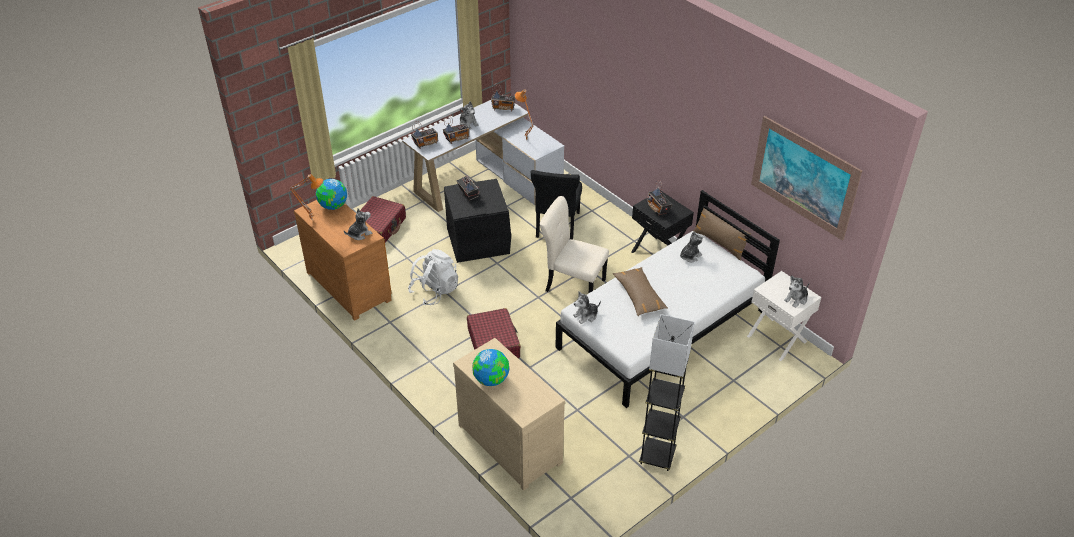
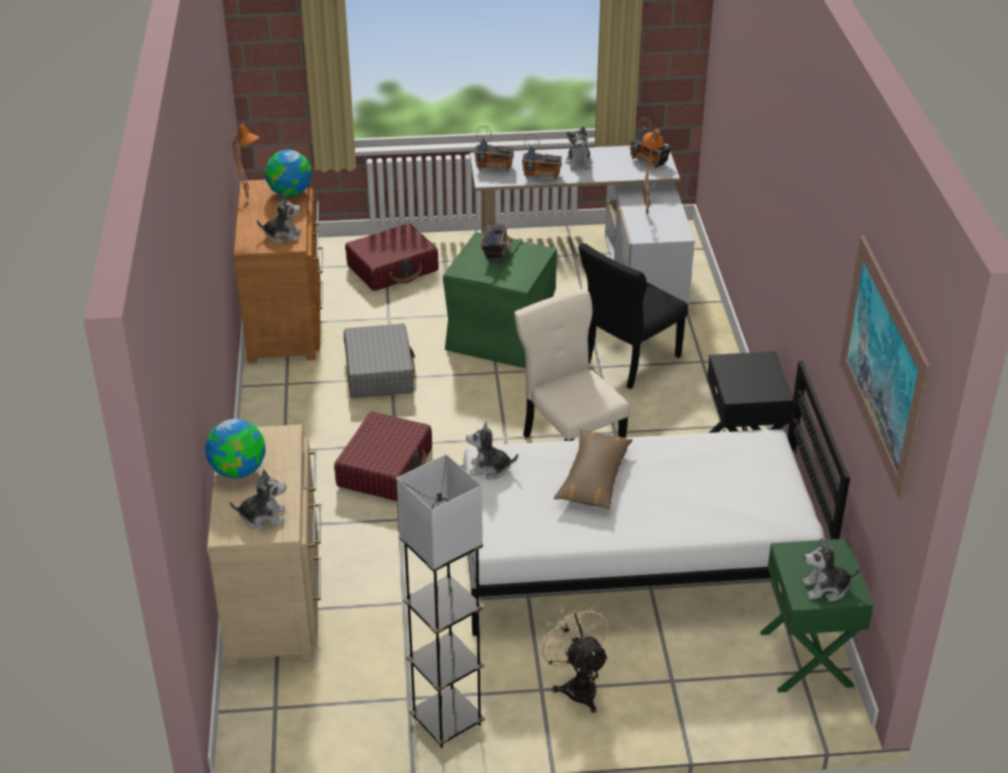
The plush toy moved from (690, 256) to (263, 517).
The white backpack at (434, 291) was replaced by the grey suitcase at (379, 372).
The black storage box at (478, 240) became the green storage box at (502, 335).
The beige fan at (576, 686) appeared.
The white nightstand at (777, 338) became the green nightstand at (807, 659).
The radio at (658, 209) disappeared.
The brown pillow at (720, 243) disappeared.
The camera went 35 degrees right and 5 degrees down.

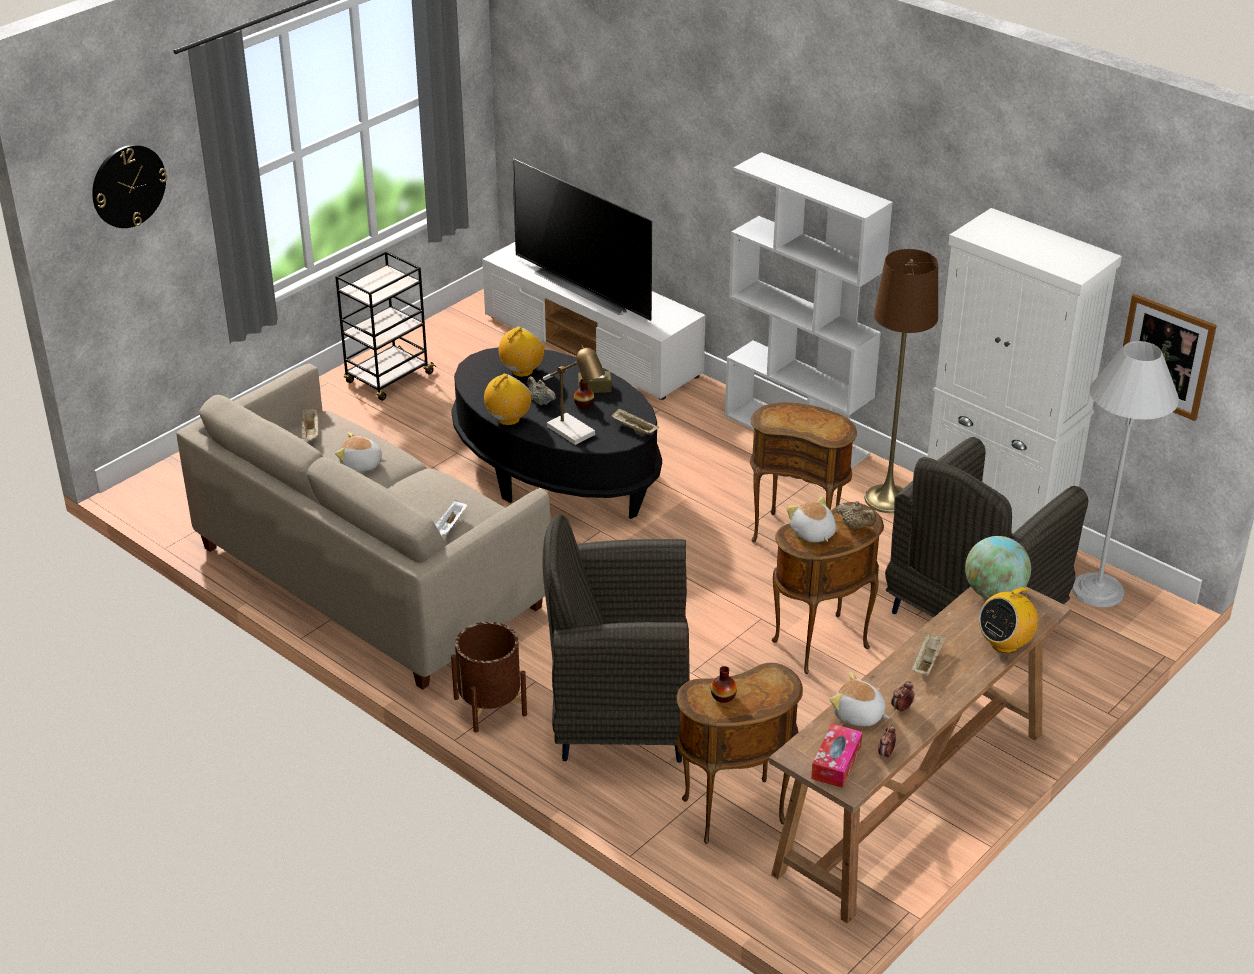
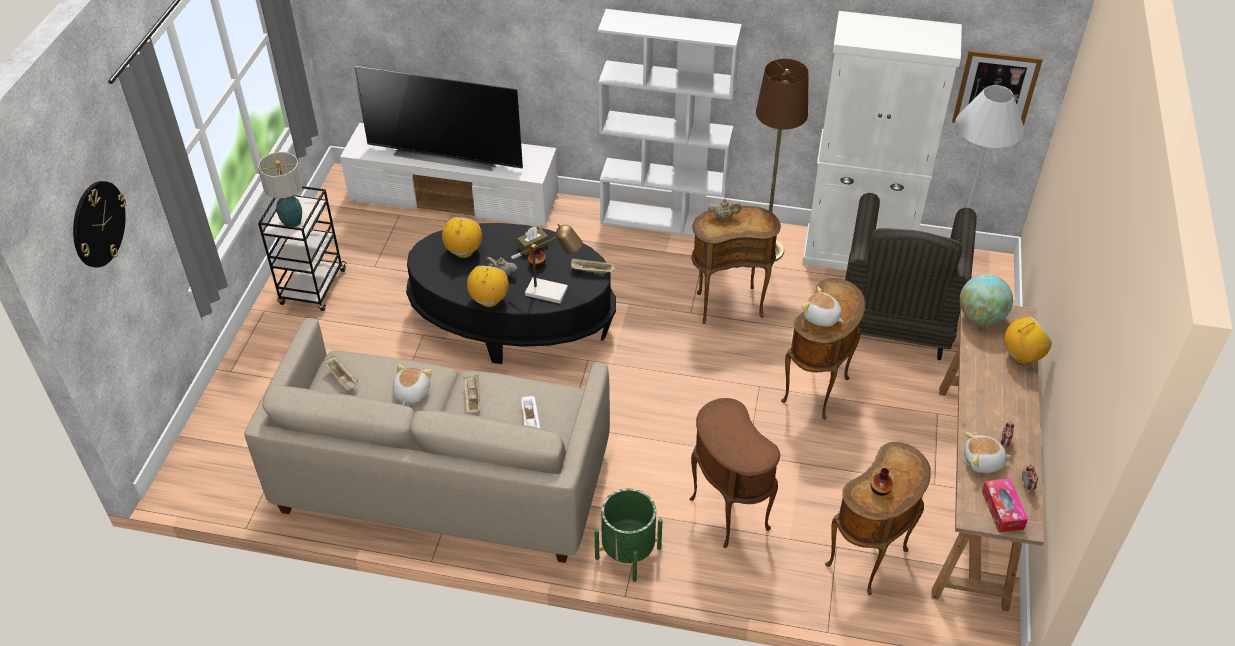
The table lamp at (292, 222) appeared.
The plush toy at (361, 465) turned 120 degrees clockwise.
The beige tray moved from (927, 661) to (472, 399).
The brown planter at (490, 706) became the green planter at (628, 553).
The grey armchair at (619, 715) was replaced by the brown side table at (726, 515).
The beige teapot moved from (855, 526) to (723, 216).
The radio at (1005, 644) turned 135 degrees counterclockwise.
The camera went 30 degrees left and 10 degrees up.

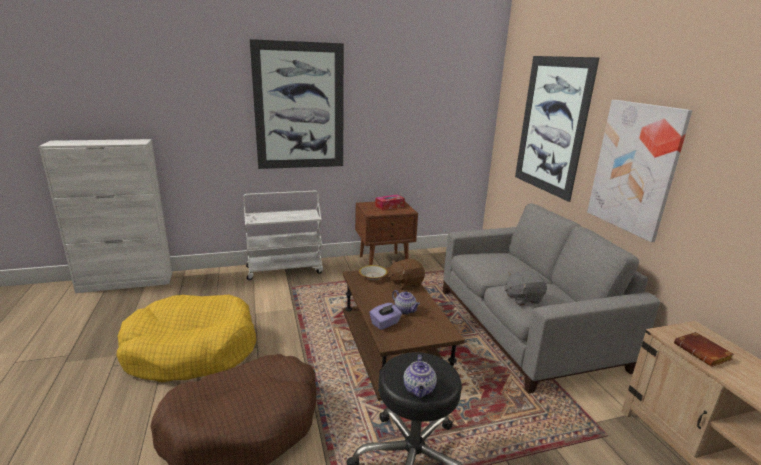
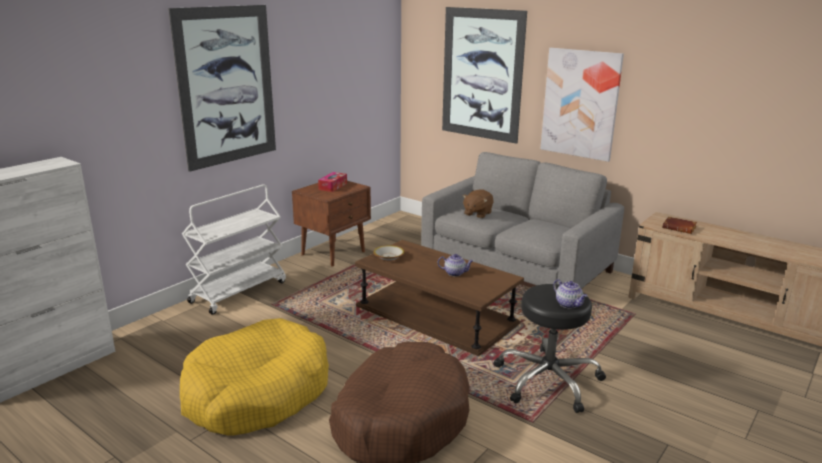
The brown plush toy moved from (405, 283) to (477, 213).
The purple tissue box at (385, 323) disappeared.
The grey plush toy at (522, 298) disappeared.
The camera went 35 degrees left and 0 degrees up.

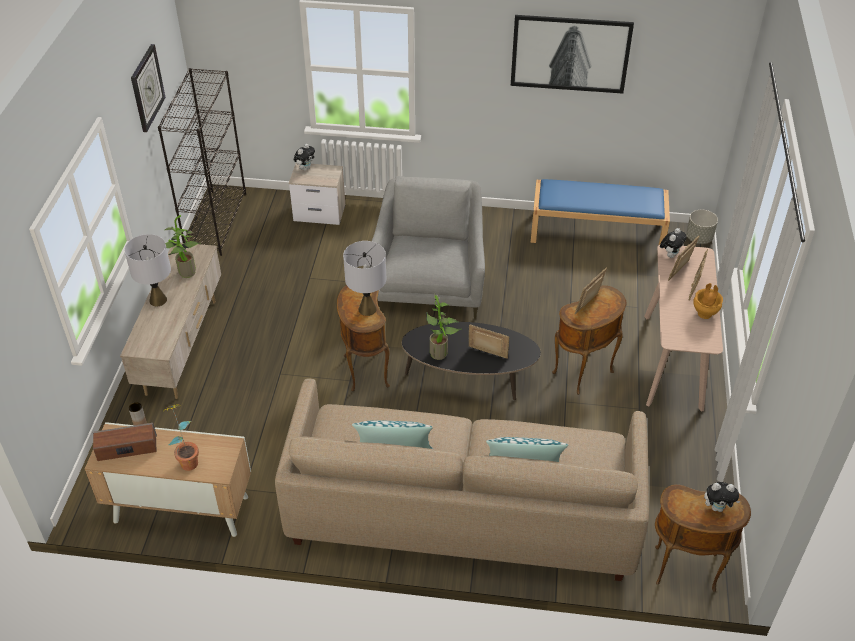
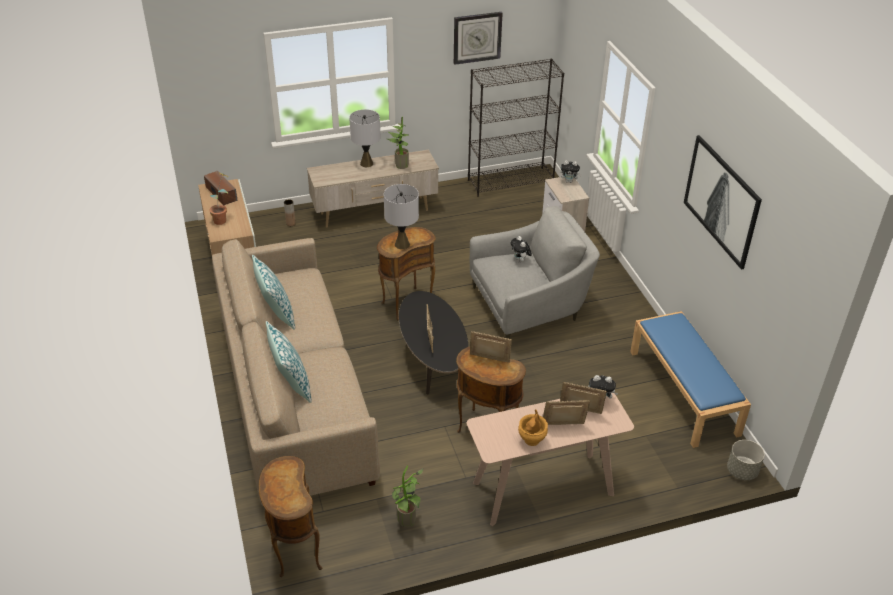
The potted plant moved from (441, 353) to (408, 522).
The plush toy moved from (717, 507) to (520, 261).
The camera went 65 degrees right and 5 degrees down.

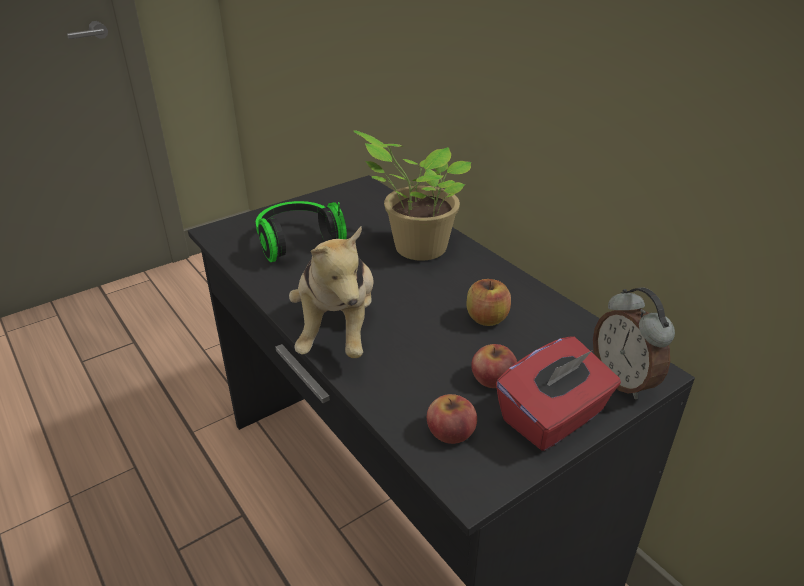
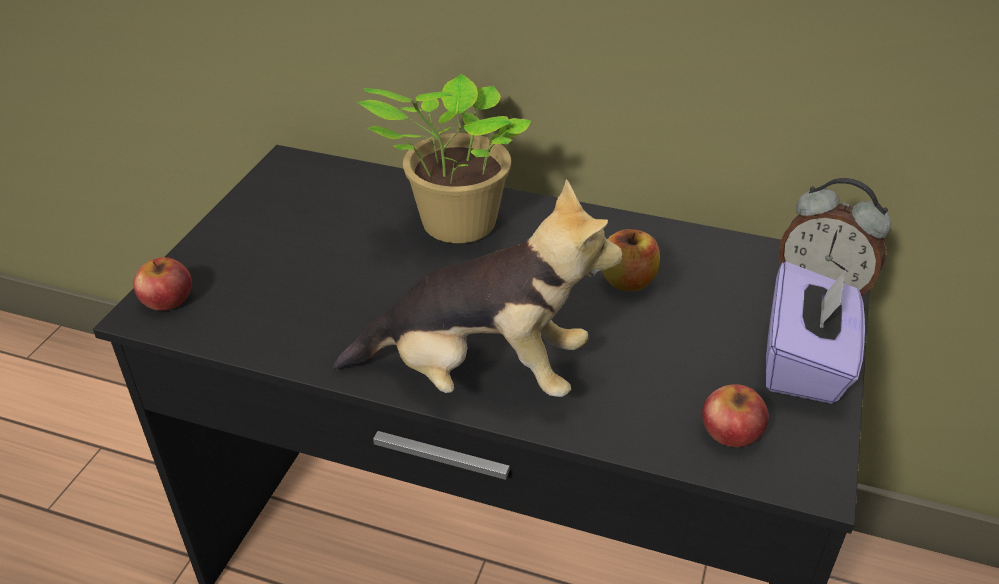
The apple moved from (493, 378) to (167, 299).
The plush toy at (338, 329) turned 45 degrees counterclockwise.
The red tissue box at (553, 418) became the purple tissue box at (805, 363).
The headphones at (297, 241) disappeared.
The camera went 35 degrees left and 5 degrees up.

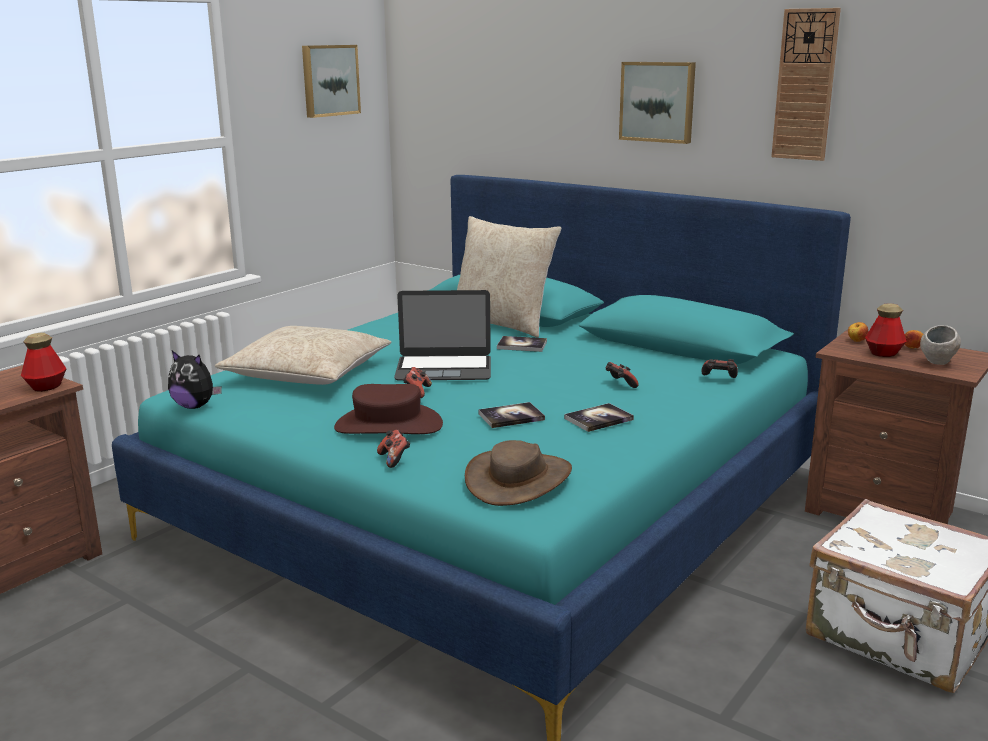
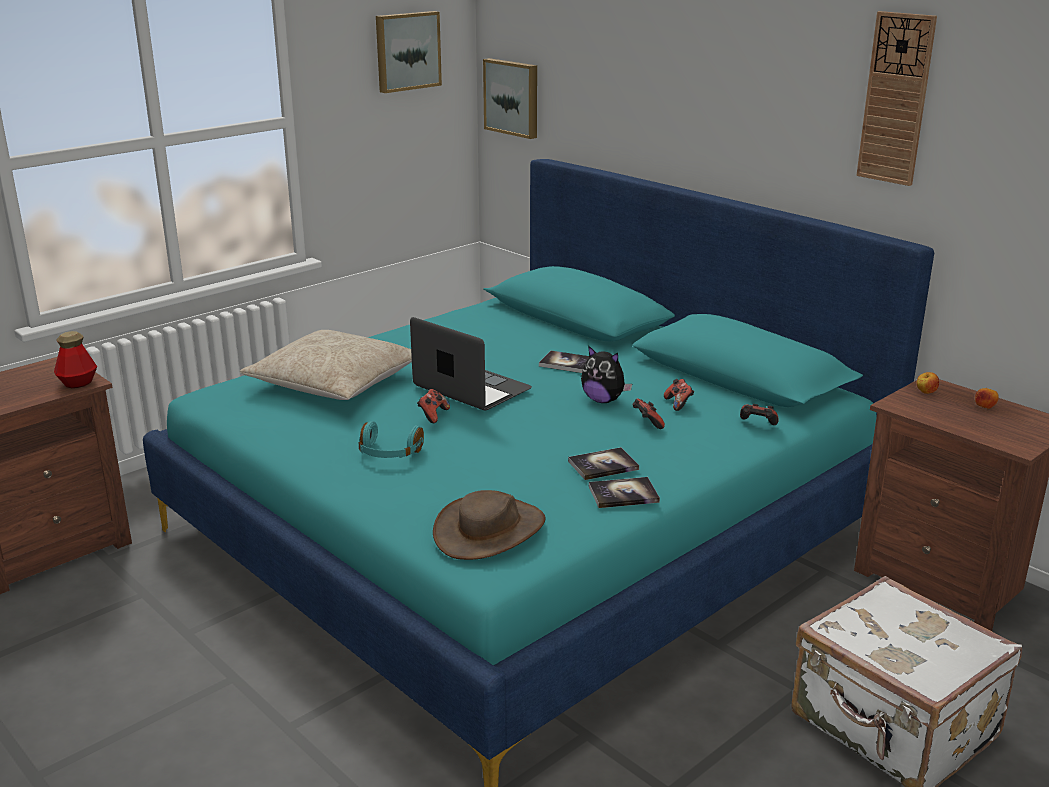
The brown hat at (388, 426) was replaced by the turquoise headphones at (389, 453).
The laptop at (444, 368) turned 150 degrees counterclockwise.
The picture moved from (658, 101) to (513, 97).
The plush toy moved from (195, 406) to (603, 400).
The book moved from (511, 417) to (623, 494).
The game controller moved from (394, 459) to (678, 404).
The beige pillow at (502, 324) disappeared.
The bottle at (883, 353) disappeared.
The grey bowl at (937, 364) disappeared.
The camera went 10 degrees right and 5 degrees up.

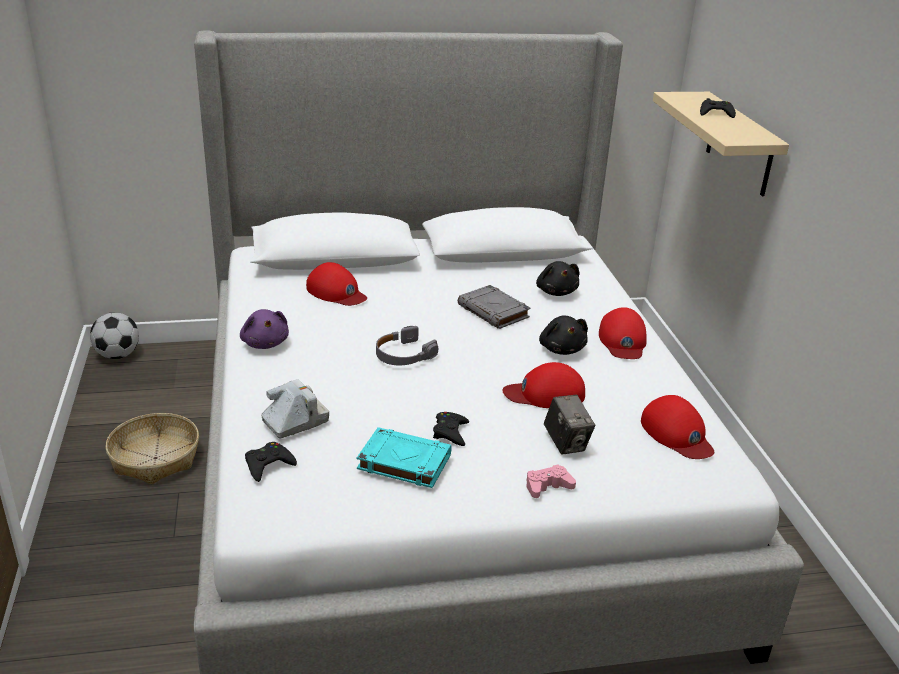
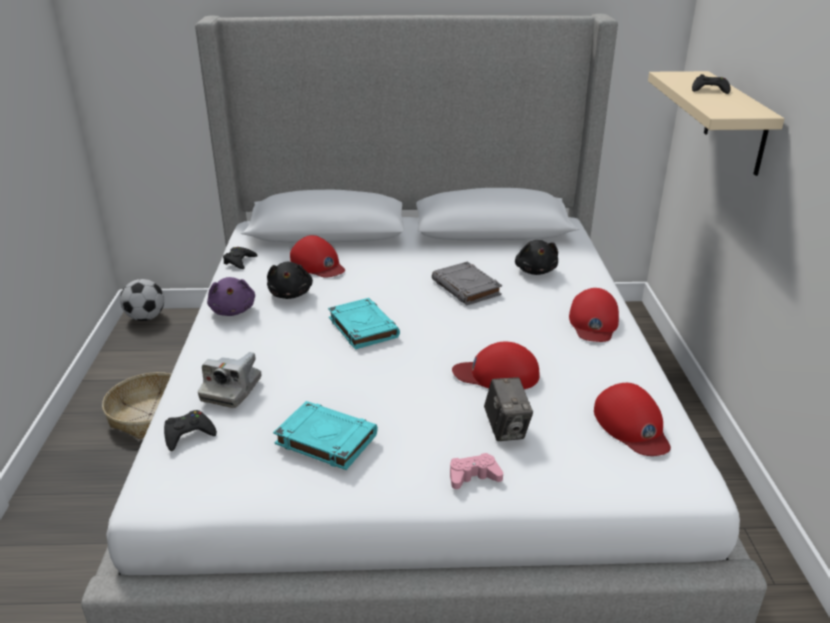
The photo camera at (295, 421) turned 135 degrees clockwise.
The black game controller moved from (450, 432) to (239, 261).
The black plush toy moved from (561, 348) to (291, 294).
The grey headphones at (403, 355) was replaced by the turquoise book at (362, 327).
The camera went 10 degrees right and 0 degrees up.

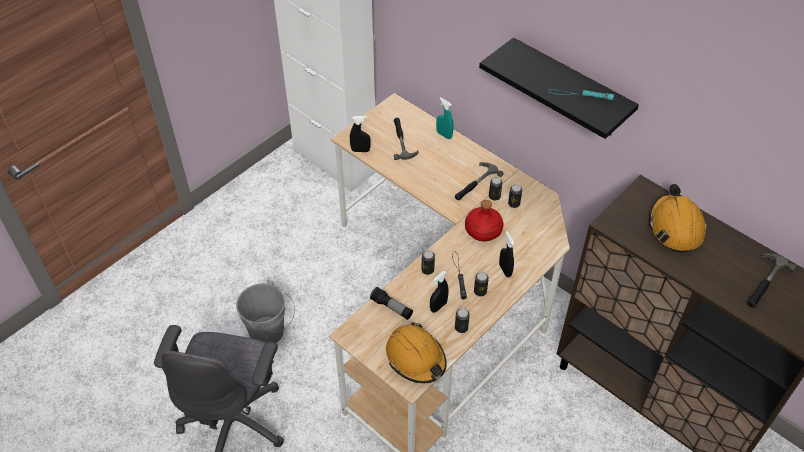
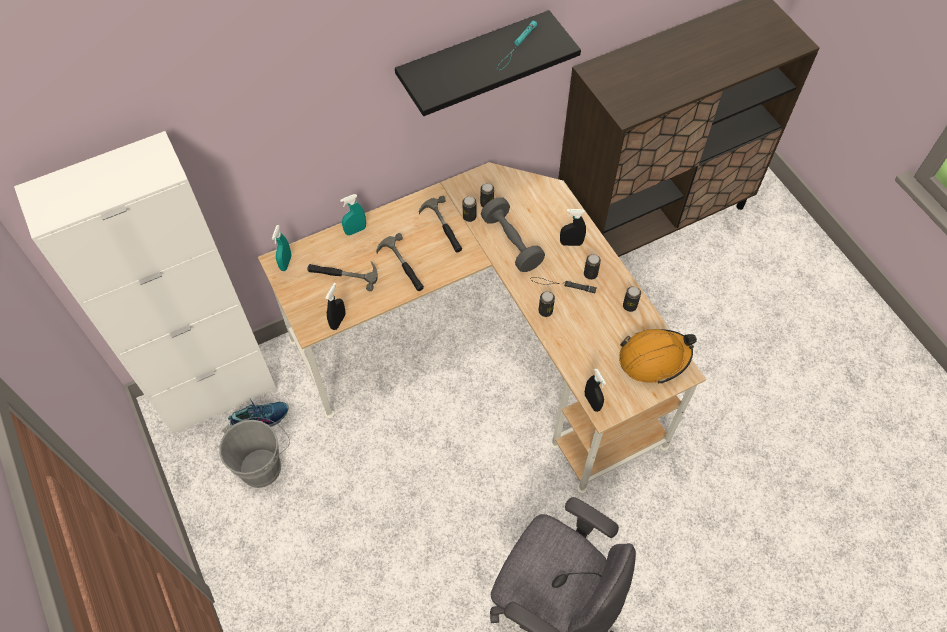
The grey bucket moved from (270, 333) to (264, 465).
The shoe at (260, 418) appeared.
The turquoise spray bottle at (286, 263) appeared.
The hammer moved from (764, 282) to (402, 266).
The red bottle at (483, 230) was replaced by the grey dumbbell at (511, 242).
The black spray bottle moved from (438, 306) to (592, 402).
The flashlight at (391, 308) disappeared.
The orange hard hat at (675, 226) disappeared.
The camera went 70 degrees left and 10 degrees up.

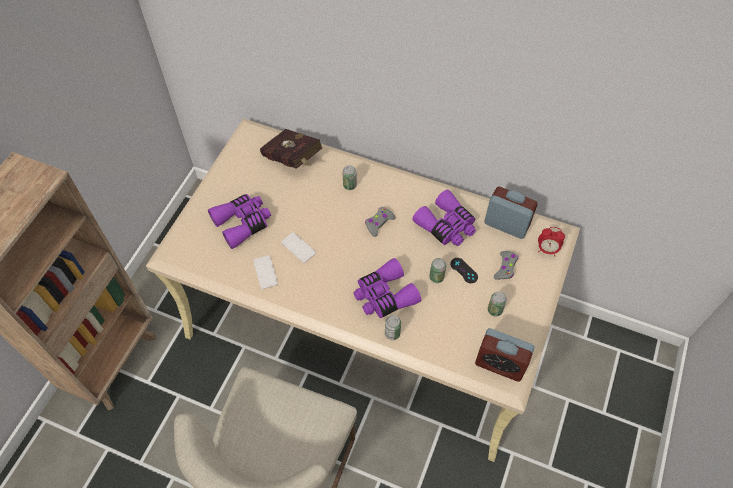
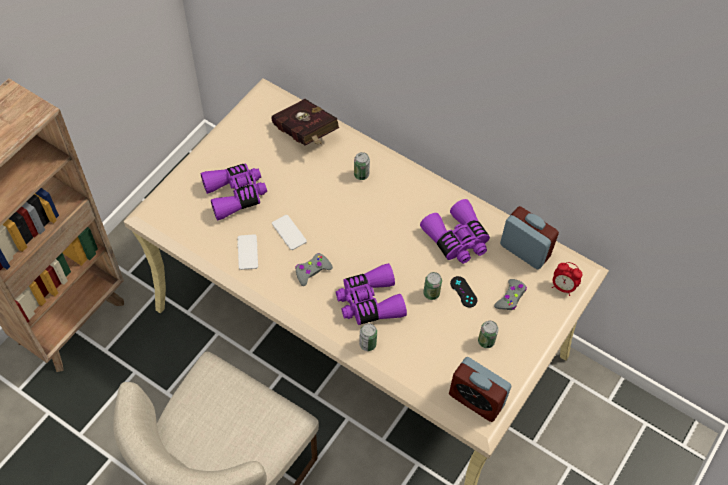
The grey game controller moved from (379, 223) to (312, 271).
The camera went 10 degrees right and 0 degrees up.

